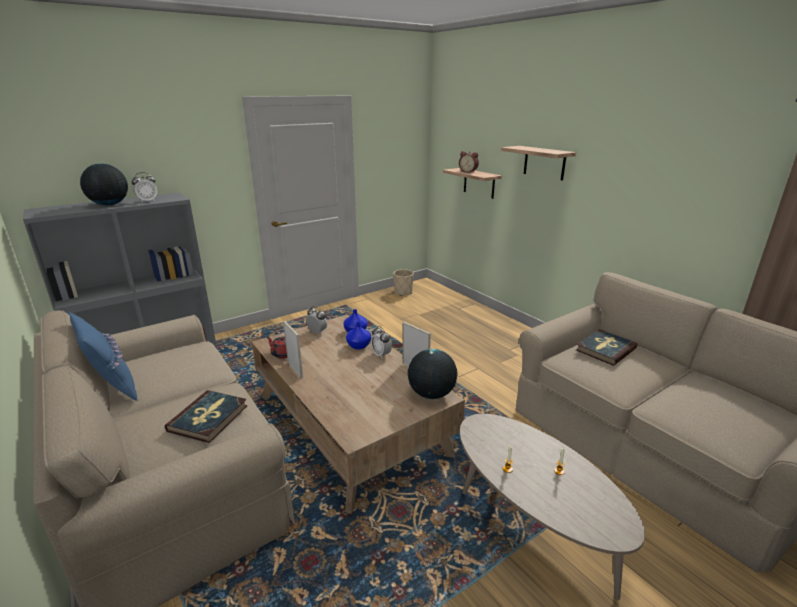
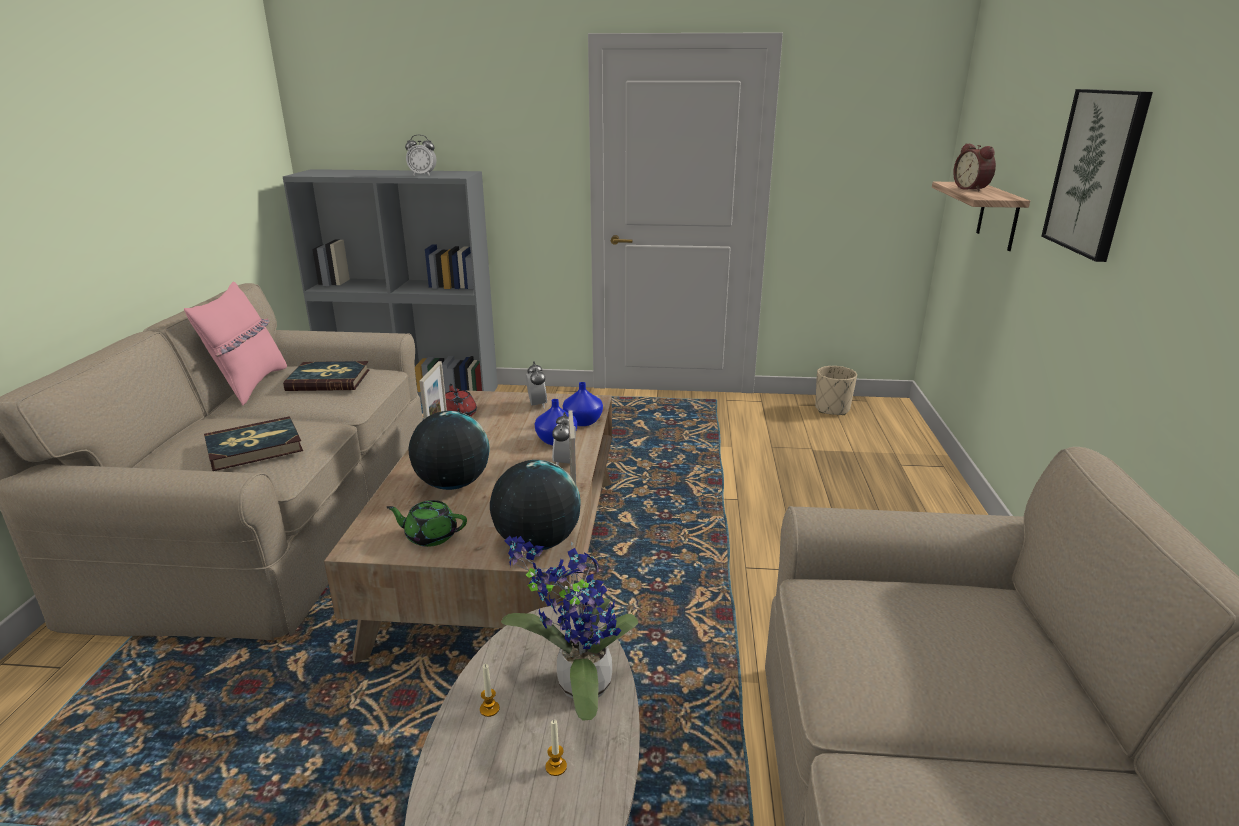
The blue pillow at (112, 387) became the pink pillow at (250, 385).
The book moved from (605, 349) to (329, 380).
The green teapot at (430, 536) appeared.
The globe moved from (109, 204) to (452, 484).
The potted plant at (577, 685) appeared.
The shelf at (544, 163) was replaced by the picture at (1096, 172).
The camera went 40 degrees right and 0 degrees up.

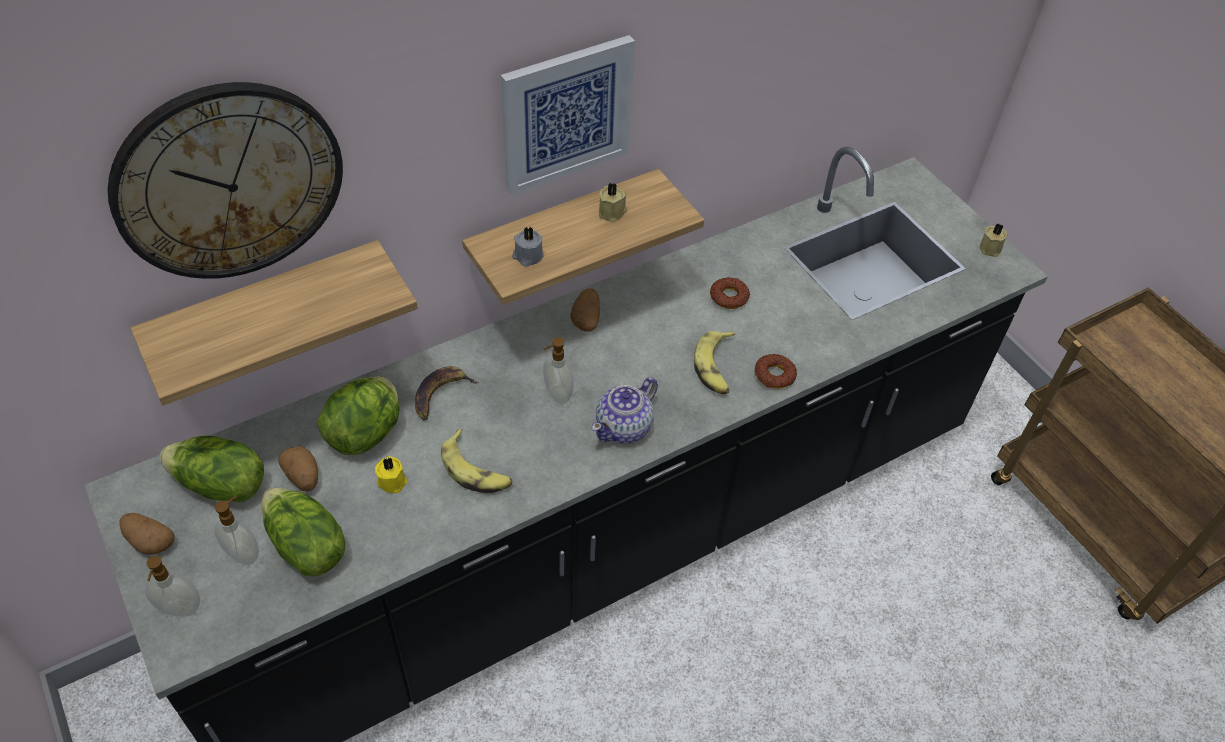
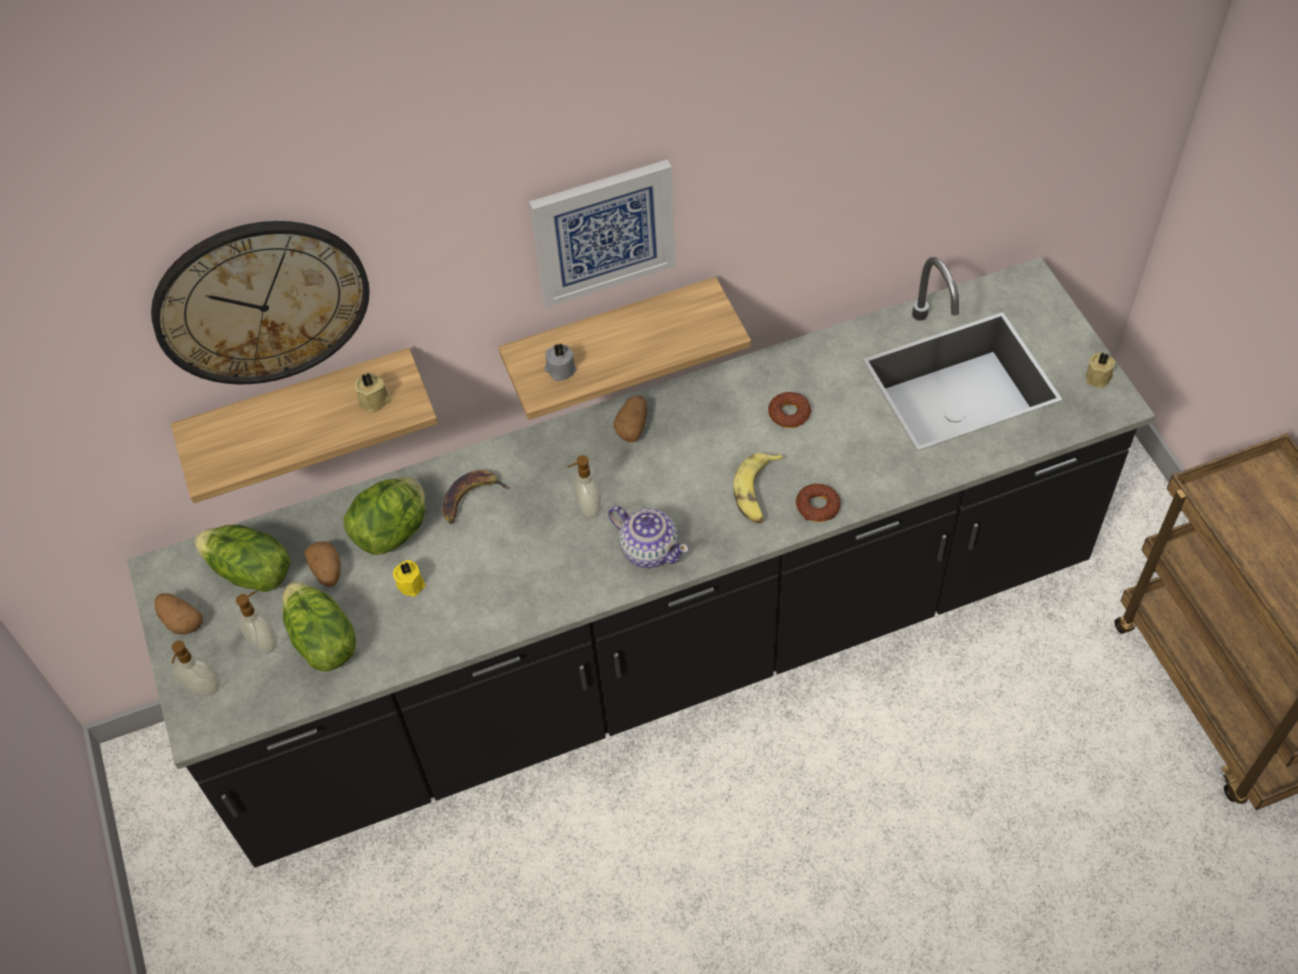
The beige candle moved from (612, 212) to (375, 400).
The teapot at (624, 427) turned 105 degrees counterclockwise.
The banana at (476, 470) disappeared.
The camera went 15 degrees right and 5 degrees up.

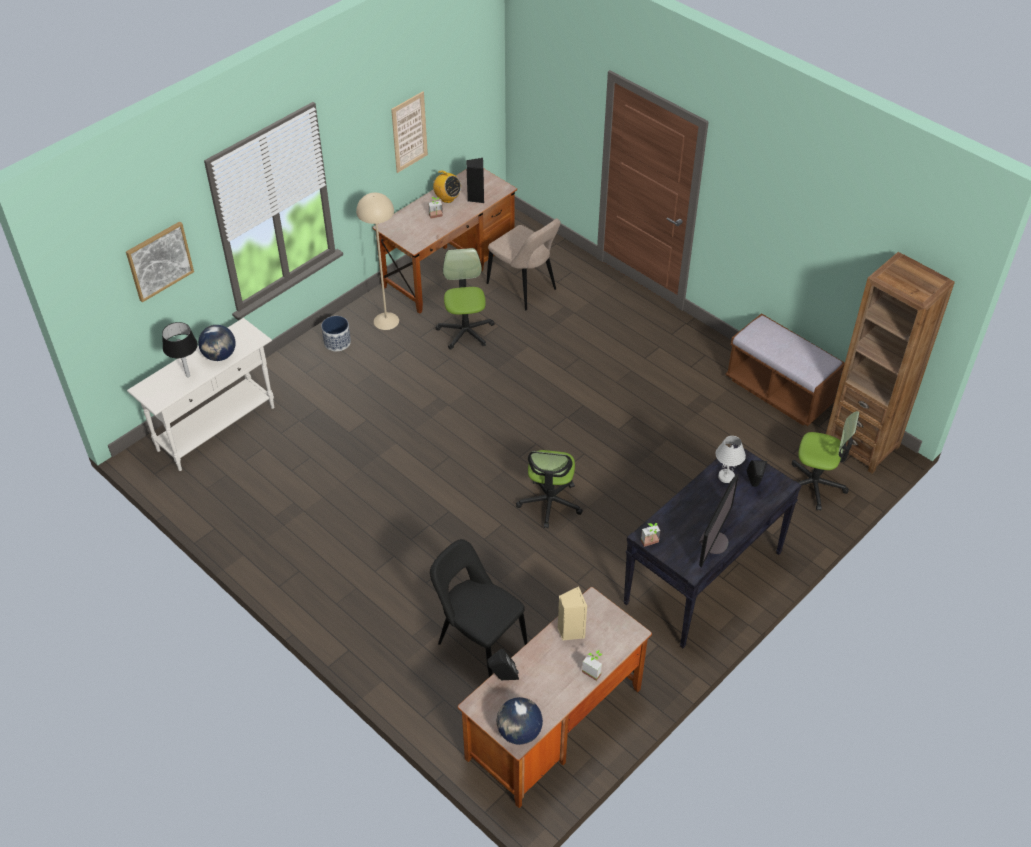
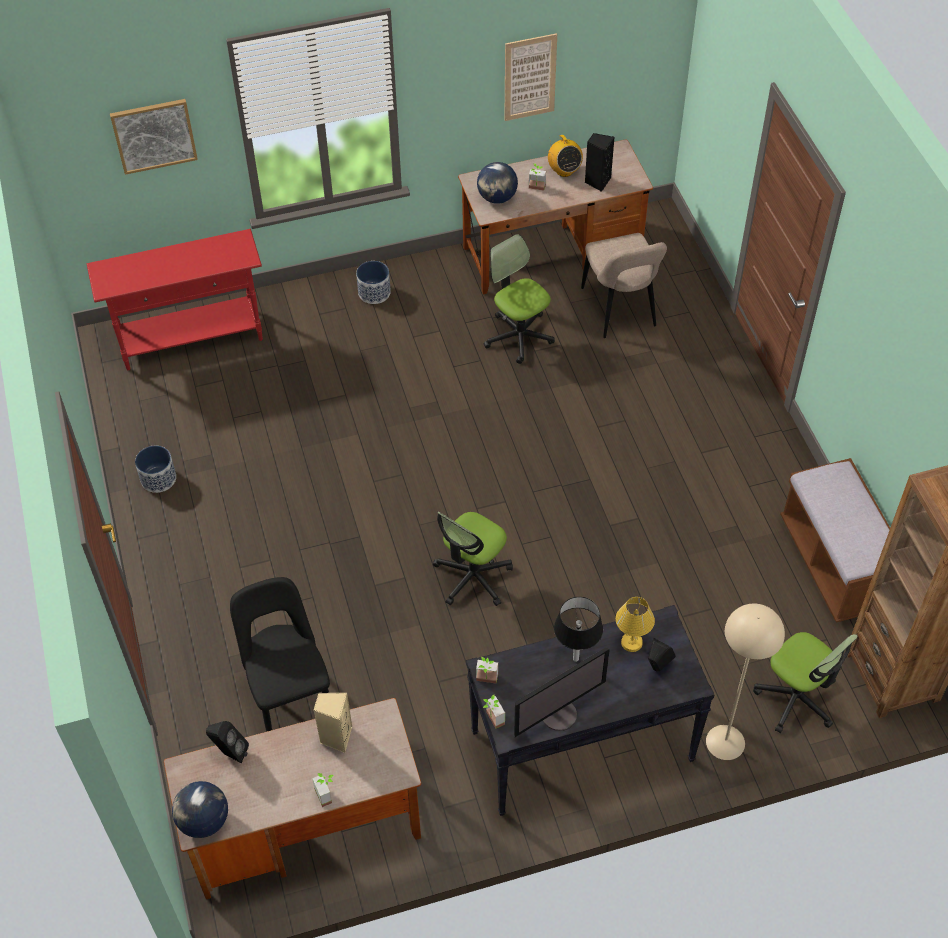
The white console table at (217, 428) became the red console table at (192, 339).
The planter at (158, 479) appeared.
The globe moved from (219, 356) to (497, 198).
The potted plant at (491, 720) appeared.
The office chair at (465, 331) turned 60 degrees counterclockwise.
The black table lamp moved from (188, 376) to (575, 659).
The white table lamp at (726, 476) became the yellow table lamp at (631, 642).
The beige floor lamp moved from (386, 321) to (725, 742).
The camera went 30 degrees right and 5 degrees up.

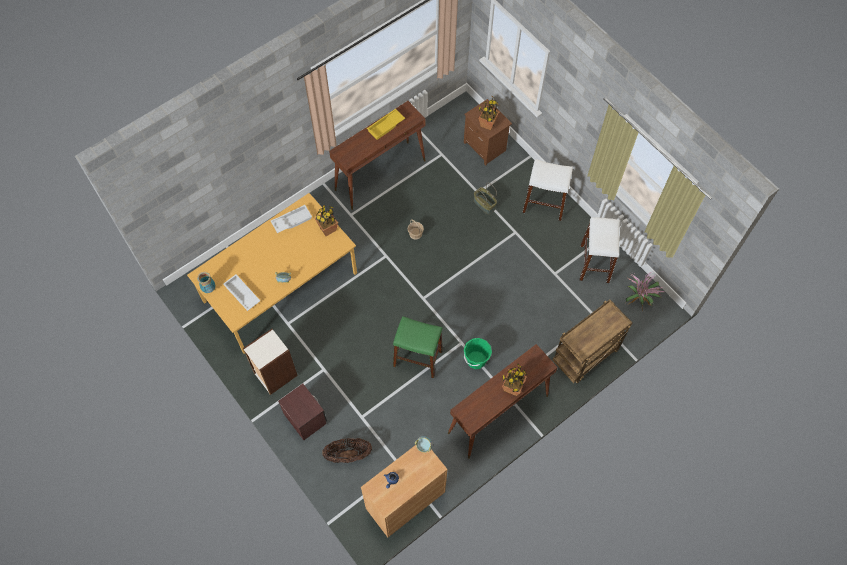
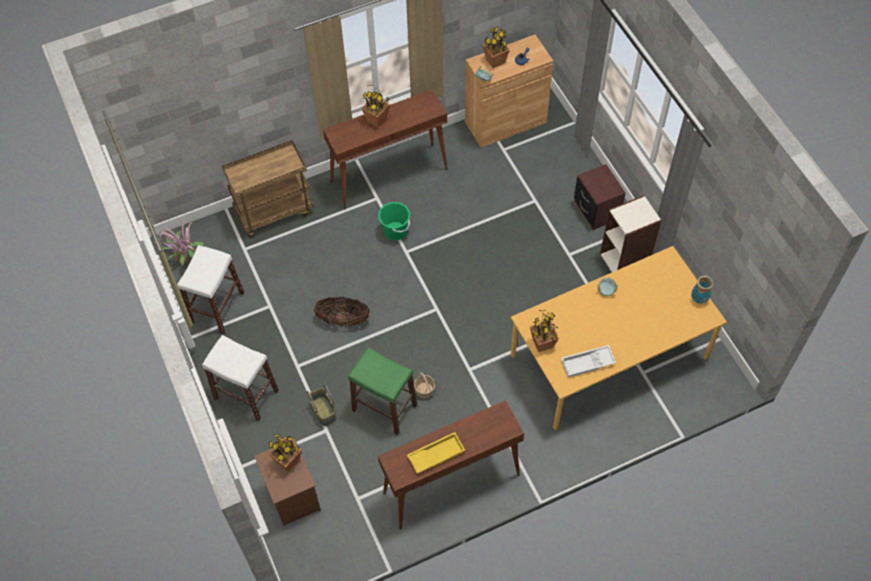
The basket moved from (348, 454) to (343, 320).
The green stool moved from (417, 358) to (384, 407).
The potted plant at (495, 61) appeared.
The white tray at (241, 294) disappeared.
The camera went 165 degrees left and 5 degrees down.

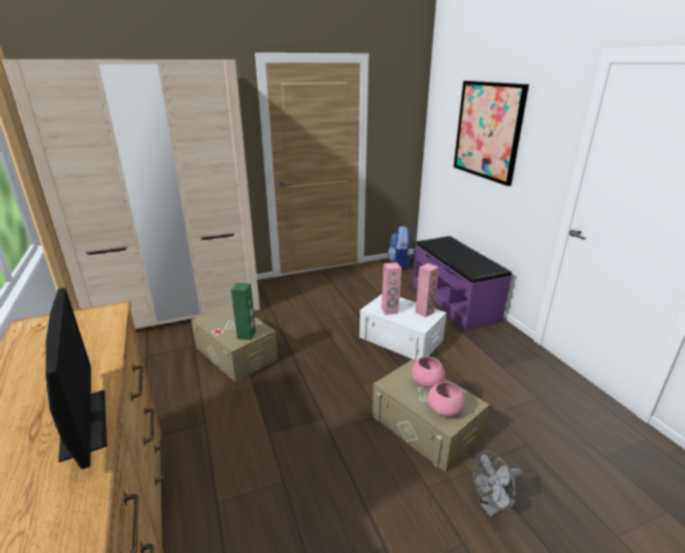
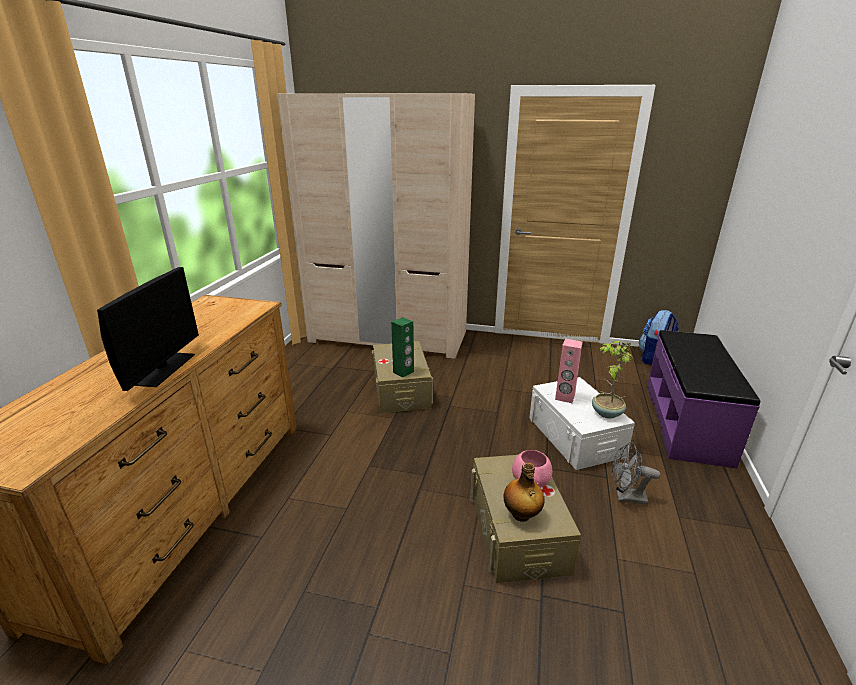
The pink bowl at (445, 410) was replaced by the bottle at (521, 515).
The pink speaker at (424, 312) was replaced by the potted plant at (606, 413).
The grey fan moved from (492, 506) to (626, 497).
The picture at (488, 131) disappeared.
The camera went 35 degrees right and 0 degrees up.

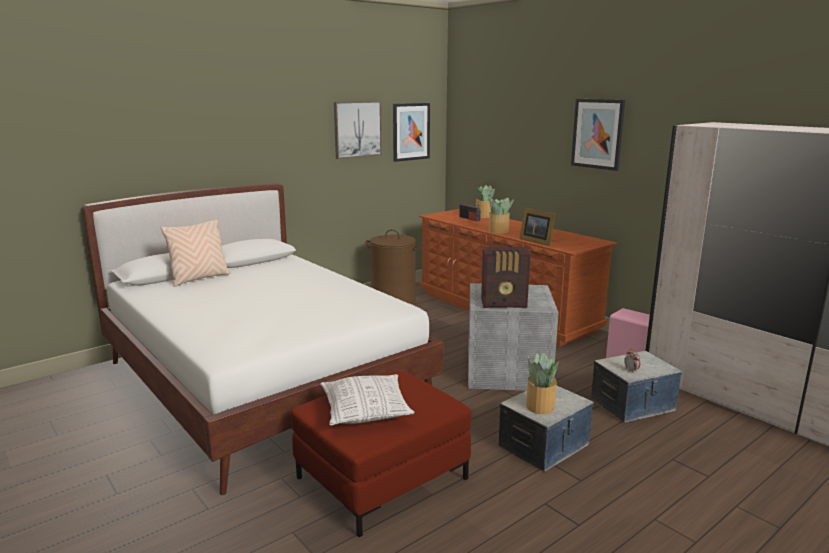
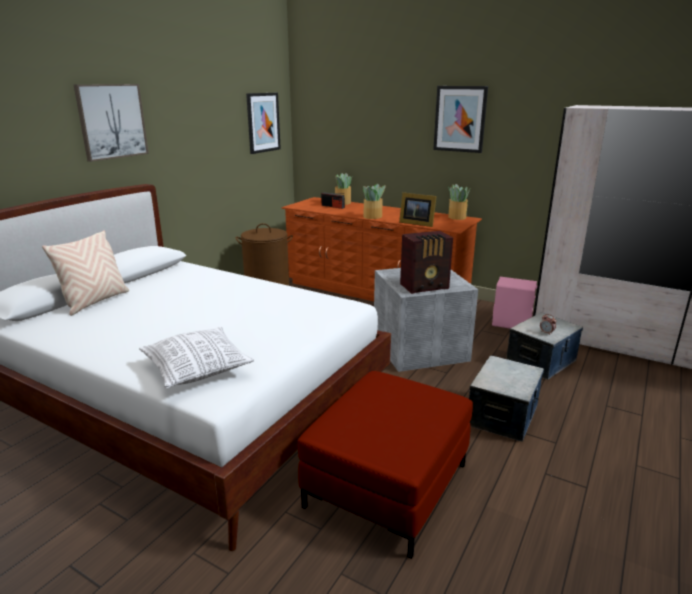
The picture moved from (357, 129) to (112, 121).
The pillow moved from (366, 411) to (197, 369).
The potted plant moved from (540, 406) to (457, 217).
The camera went 20 degrees left and 5 degrees up.

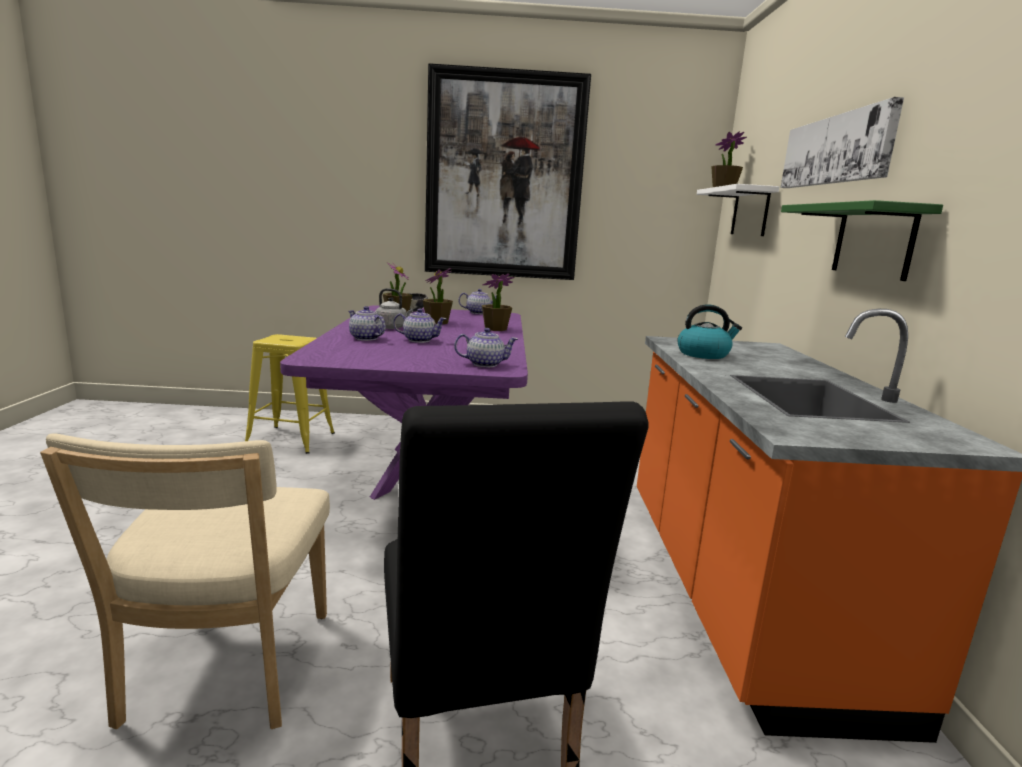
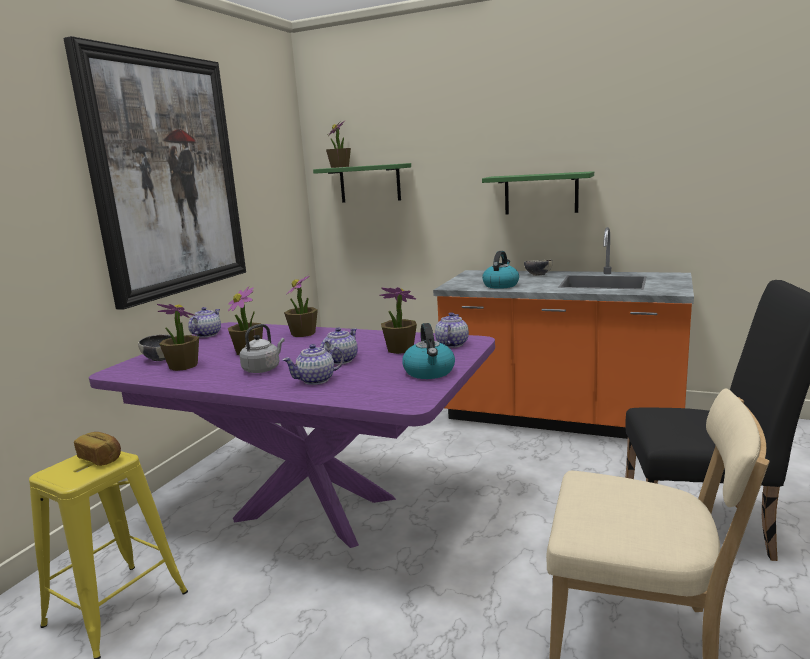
The bread at (101, 458) appeared.
The white shelf at (750, 212) became the green shelf at (370, 183).
The potted plant at (400, 349) appeared.
The kettle at (429, 372) appeared.
The bowl at (538, 275) appeared.
The picture at (836, 150) disappeared.
The camera went 65 degrees left and 0 degrees up.

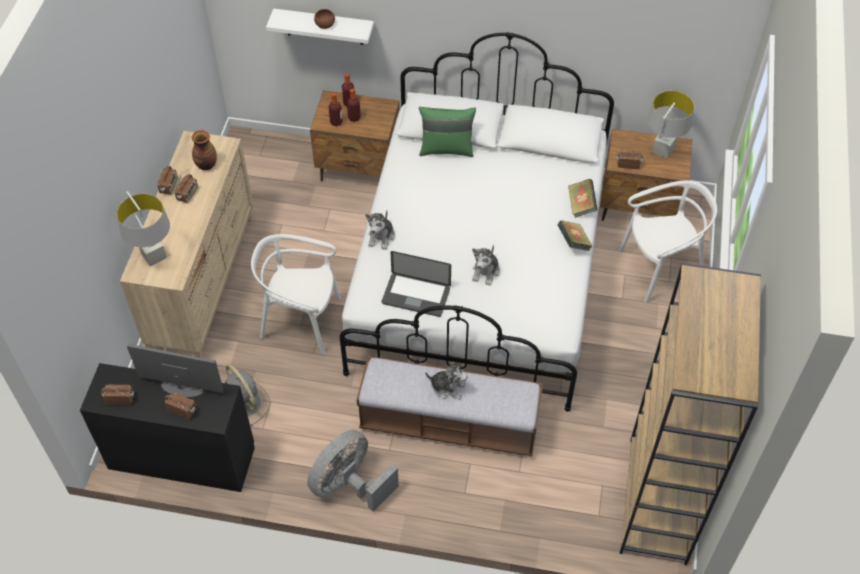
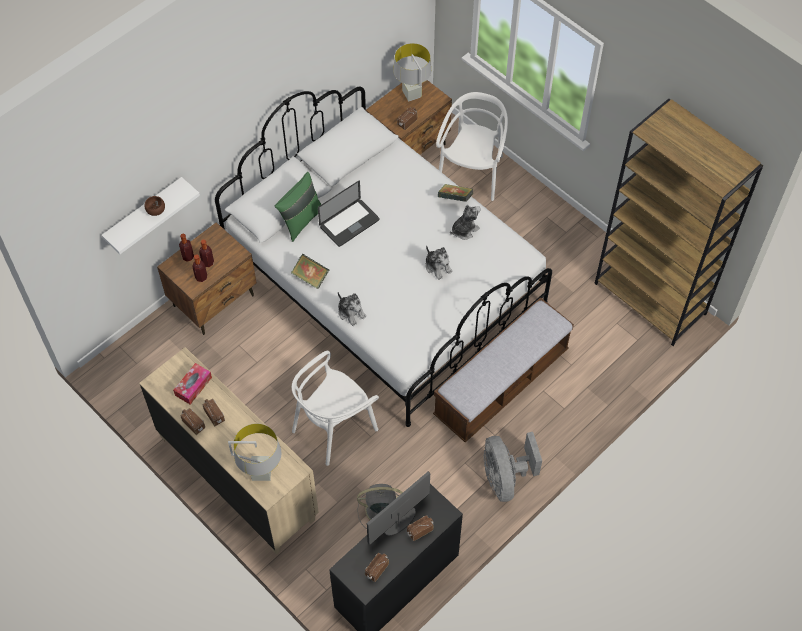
The vase at (206, 165) was replaced by the tissue box at (193, 386).
The book moved from (581, 205) to (310, 277).
The laptop moved from (416, 296) to (349, 223).
The plush toy moved from (447, 387) to (464, 230).
The camera went 55 degrees left and 5 degrees up.

